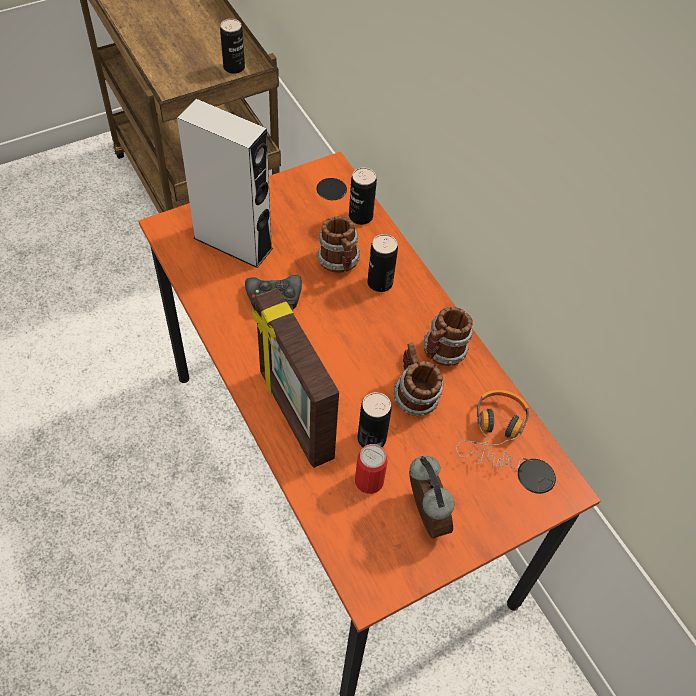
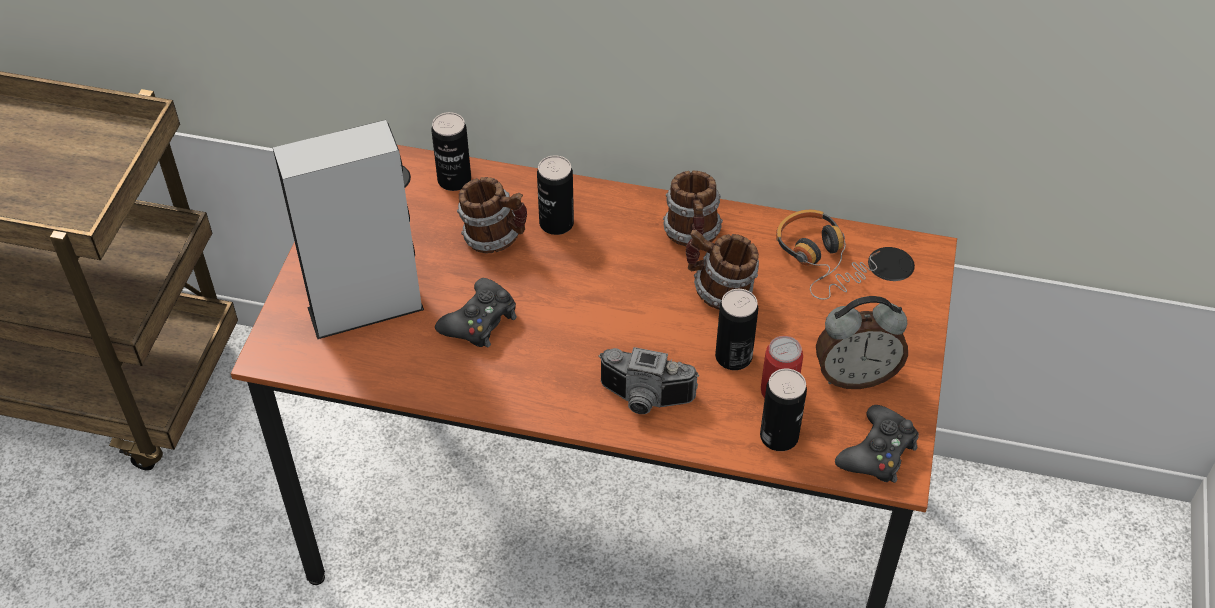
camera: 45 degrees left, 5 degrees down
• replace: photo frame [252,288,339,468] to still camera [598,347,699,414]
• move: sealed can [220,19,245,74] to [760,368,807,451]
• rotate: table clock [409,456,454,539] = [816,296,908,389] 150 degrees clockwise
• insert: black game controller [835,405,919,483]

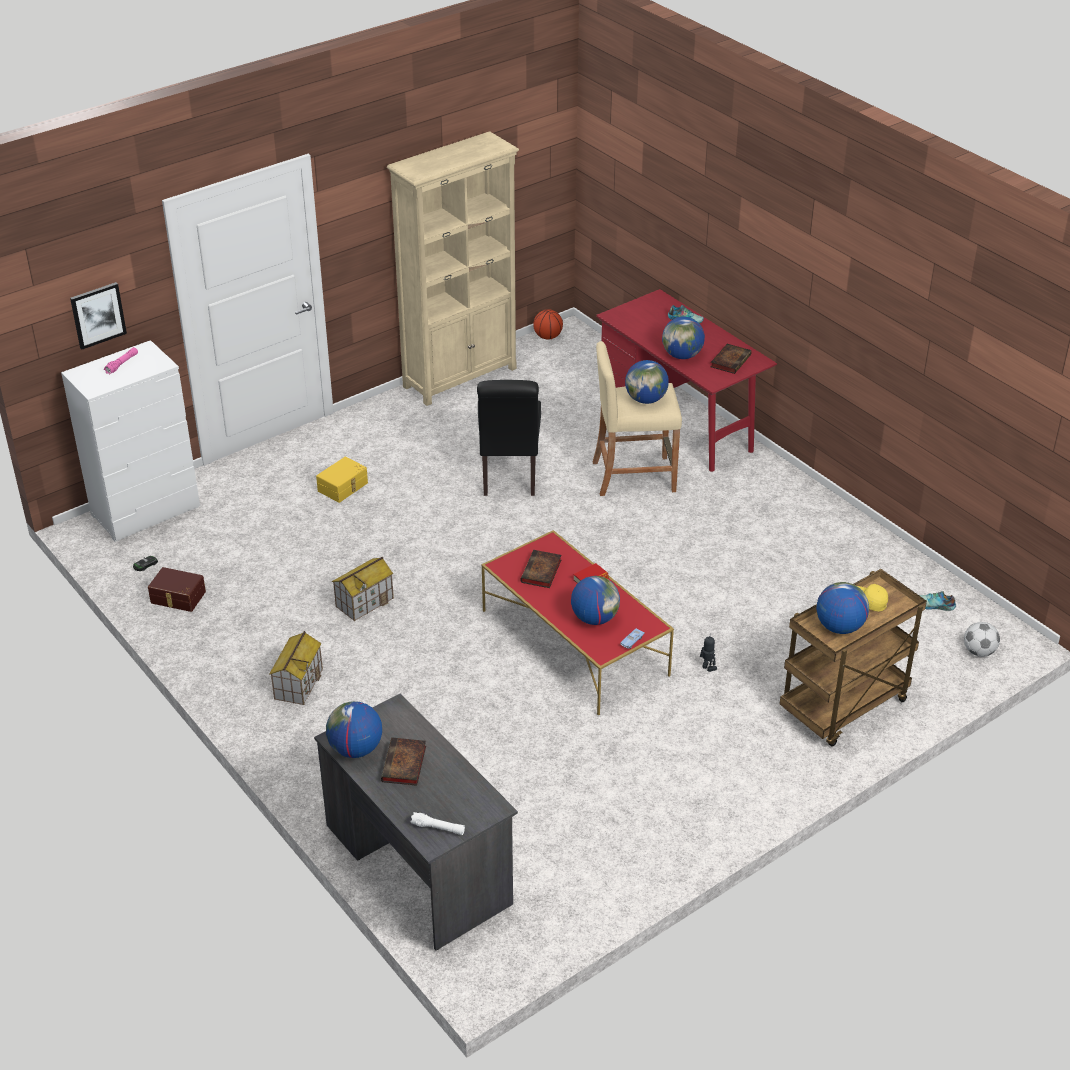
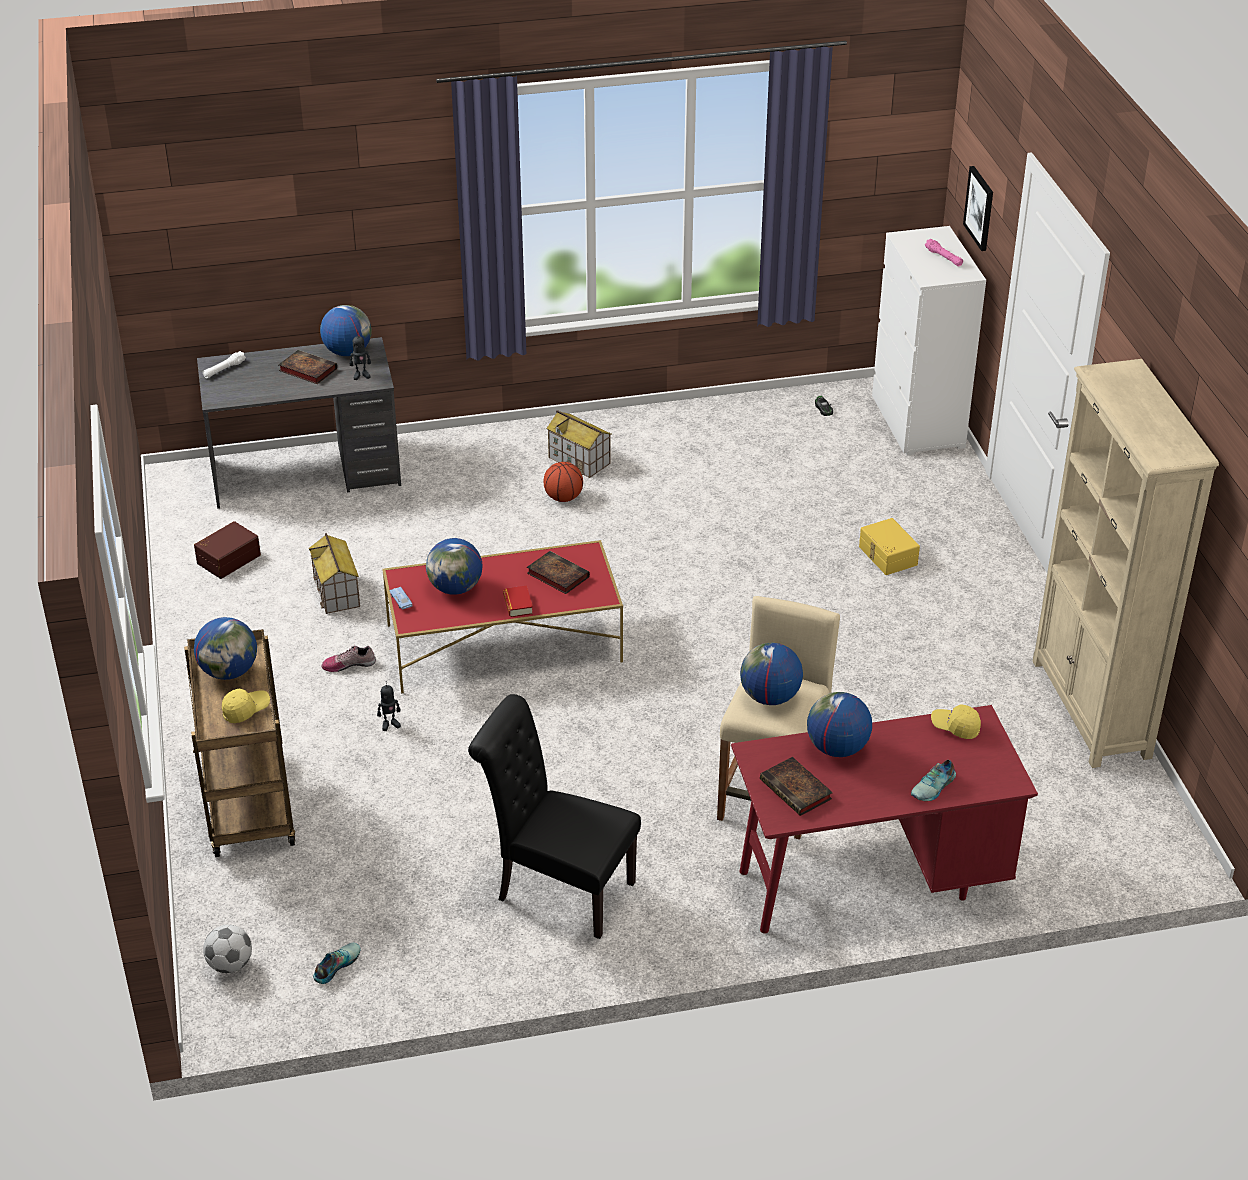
camera: 115 degrees right, 0 degrees up
• move: brown storage box [148,567,206,612] to [194,521,261,579]
• move: toy house [332,557,394,621] to [309,533,360,614]
• insert: item of footwear [322,645,376,672]
• insert: toy robot [350,331,371,380]
• move: black plain chair [477,380,541,496] to [468,694,641,939]
• move: basketball [533,309,563,340] to [544,462,583,502]
• insert: yellow-coloured peaked cap [931,705,981,739]

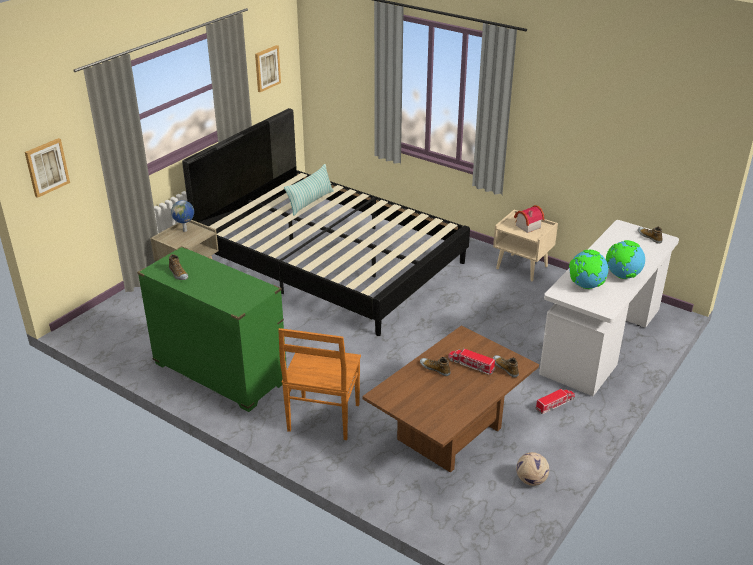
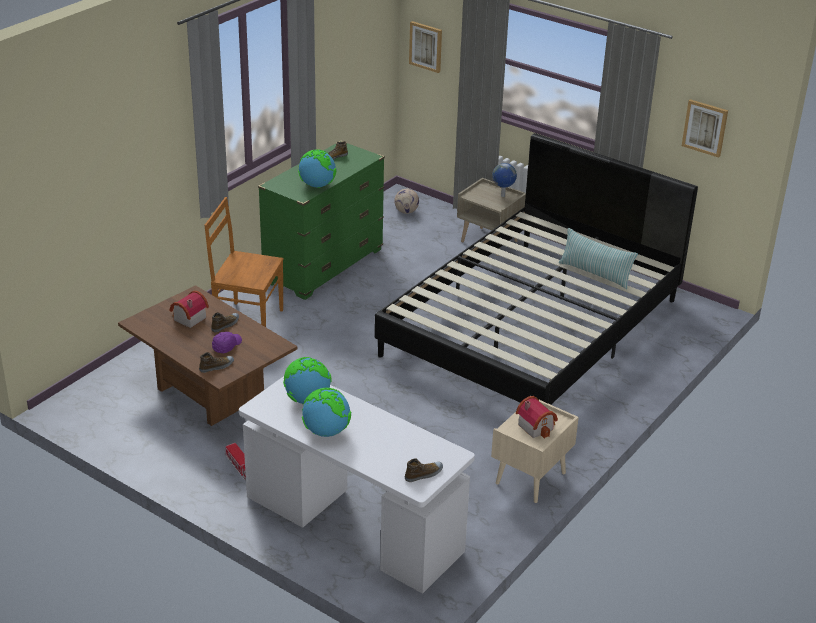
camera: 90 degrees right, 0 degrees up
• insert: toy house [170,290,209,328]
• replace: model truck [448,348,495,375] to purplish peaked cap [212,332,242,353]
• insert: desk globe [298,149,337,188]
• move: football [516,452,549,486] to [394,189,419,214]

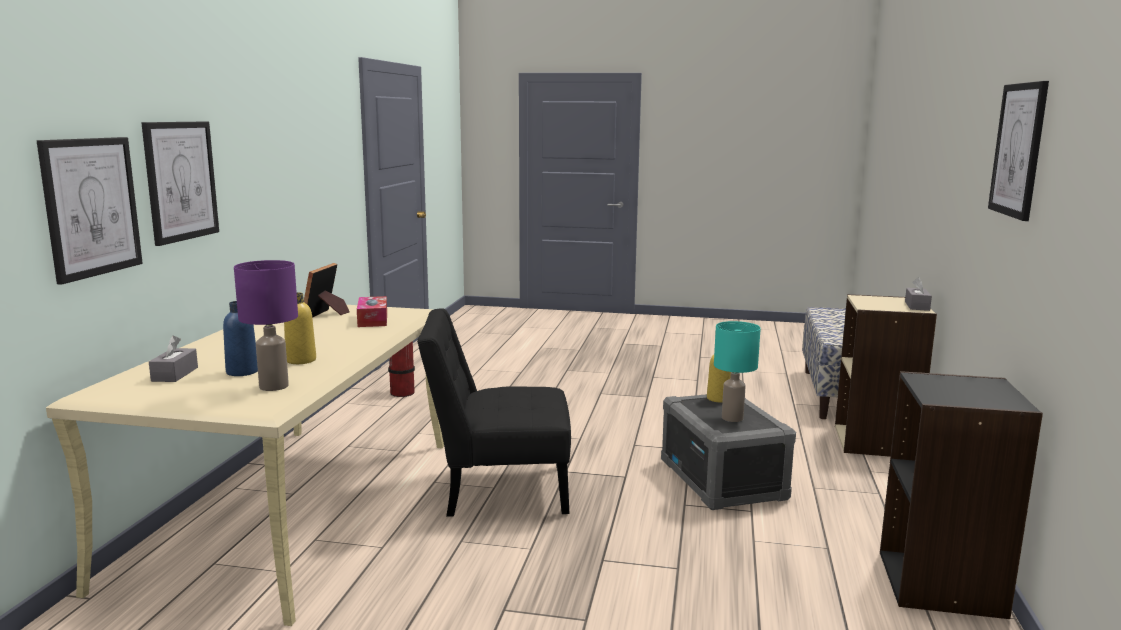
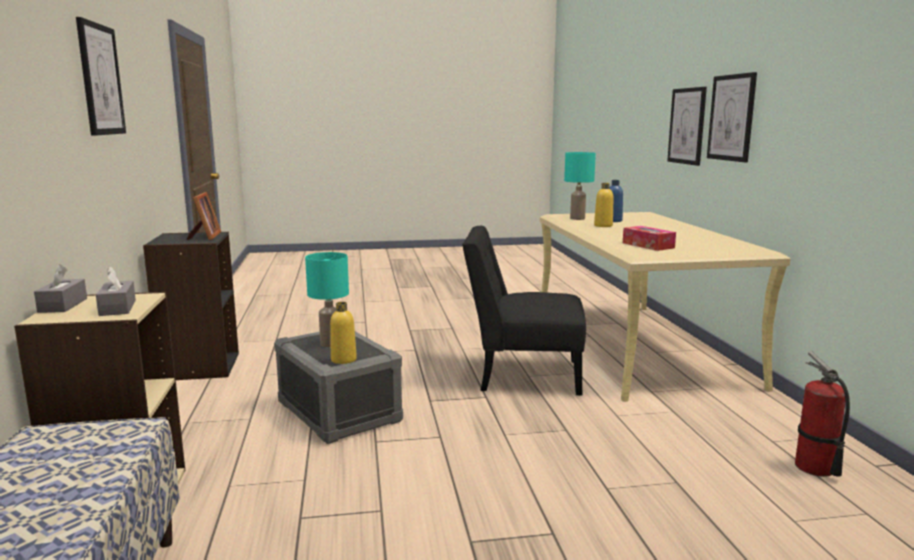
camera: 160 degrees right, 0 degrees up
• move: grey tissue box [149,335,198,382] to [96,267,136,316]
• move: photo frame [304,263,350,318] to [186,192,221,240]
• rotate: black plain chair [417,308,571,516] = [462,226,586,396] 150 degrees counterclockwise
• recolor: purplish lamp for a table [234,260,298,391] to blue-green lamp for a table [564,152,596,220]

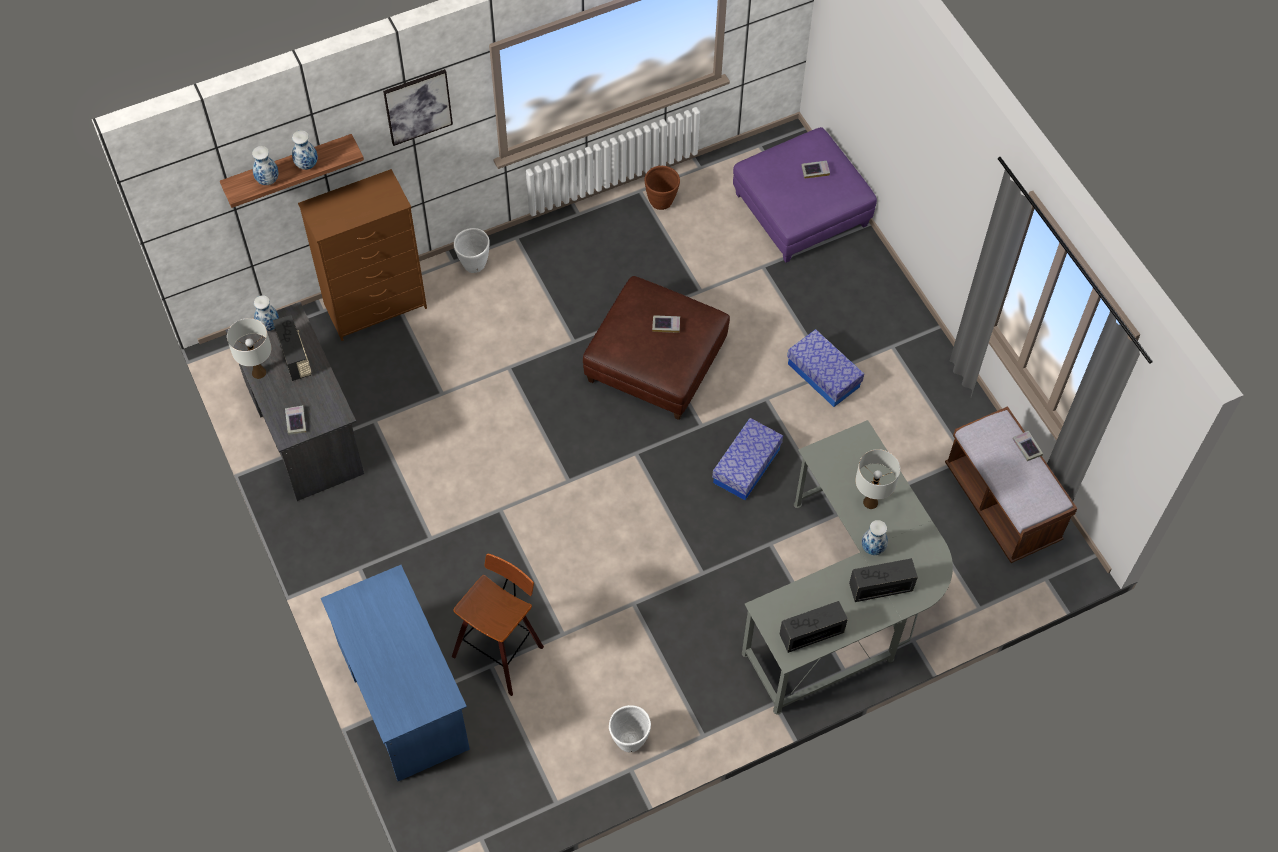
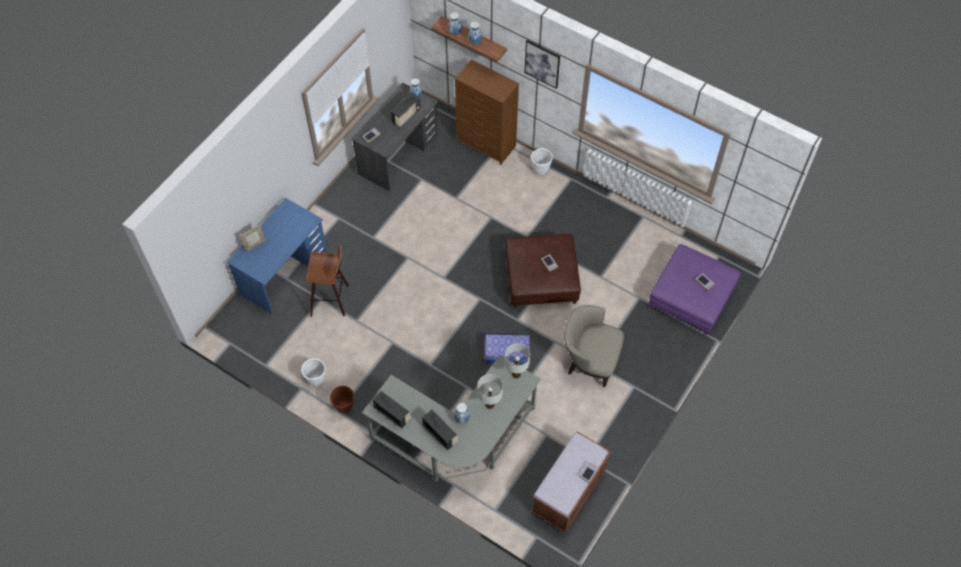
camera: 60 degrees right, 0 degrees up
• insert: photo frame [240,225,266,252]
• move: brown planter [645,166,680,210] to [330,386,355,413]
• move: white-coloured lamp for a table [227,318,271,379] to [505,343,530,378]
• replace: storage box [787,329,864,407] to beige lounge chair [564,305,624,387]

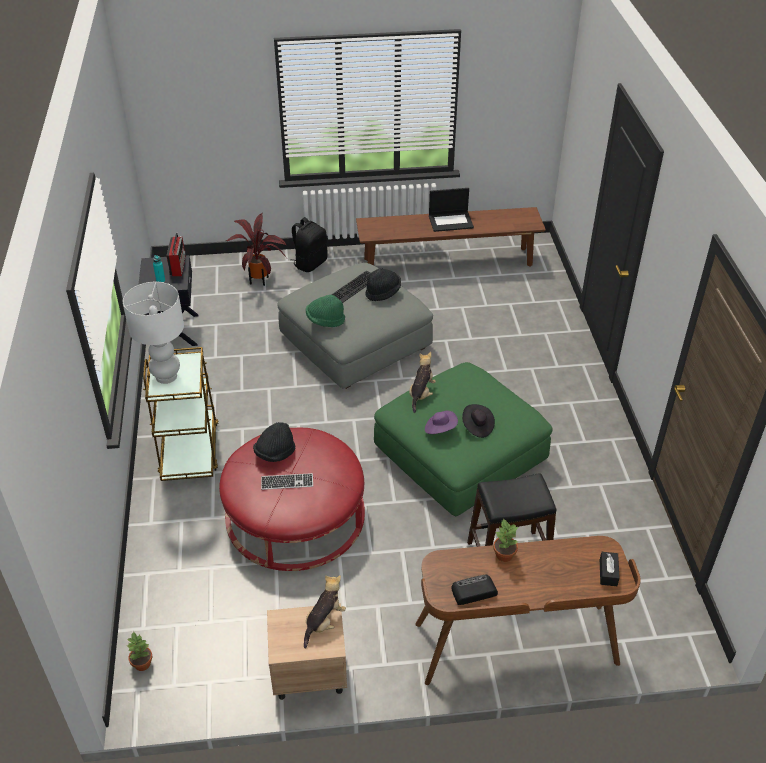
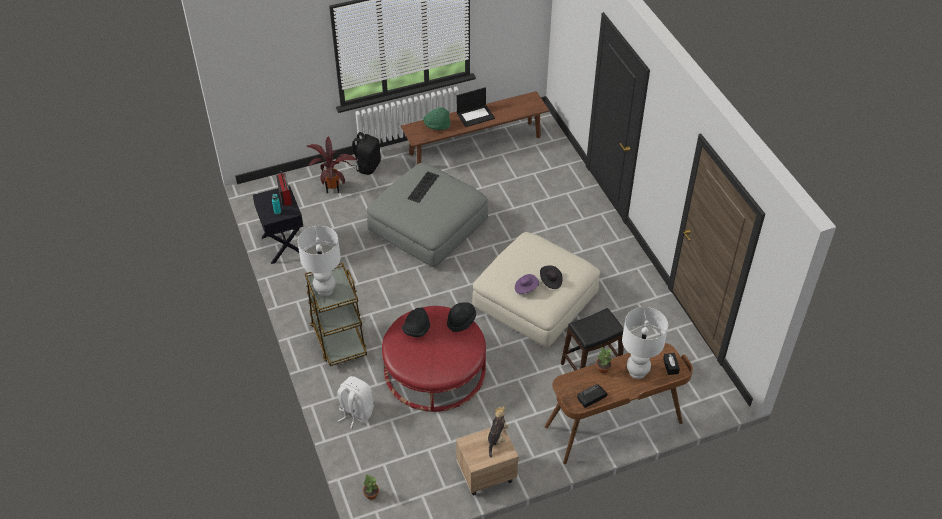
camera: 15 degrees left, 5 degrees up
• insert: white-coloured backpack [337,376,374,428]
• move: greenish clothing hat [306,295,345,327] to [423,107,451,130]
• move: black clothing hat [365,268,401,301] to [447,302,476,332]
• recolor: greenish pouffe [374,362,553,516] to beige pouffe [472,232,600,347]
• insert: white-coloured lamp for a table [622,307,668,379]
• delete: PC keyboard [261,473,313,490]
• delete: soft toy [409,352,436,413]

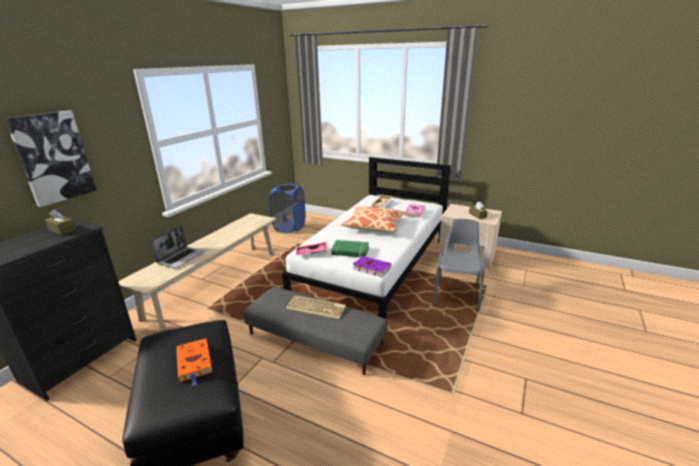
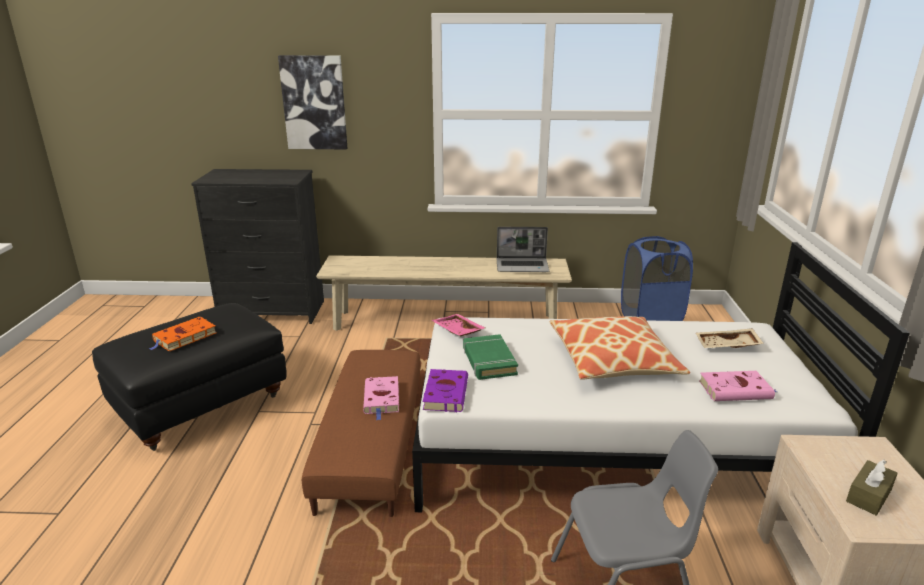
camera: 65 degrees right, 0 degrees up
• recolor: grey pouffe [244,287,388,375] to brown pouffe [302,350,420,517]
• replace: PC keyboard [286,296,346,319] to pinkish book [363,376,399,420]
• move: laptop [151,225,205,268] to [497,227,549,272]
• delete: brown tissue box [45,209,77,235]

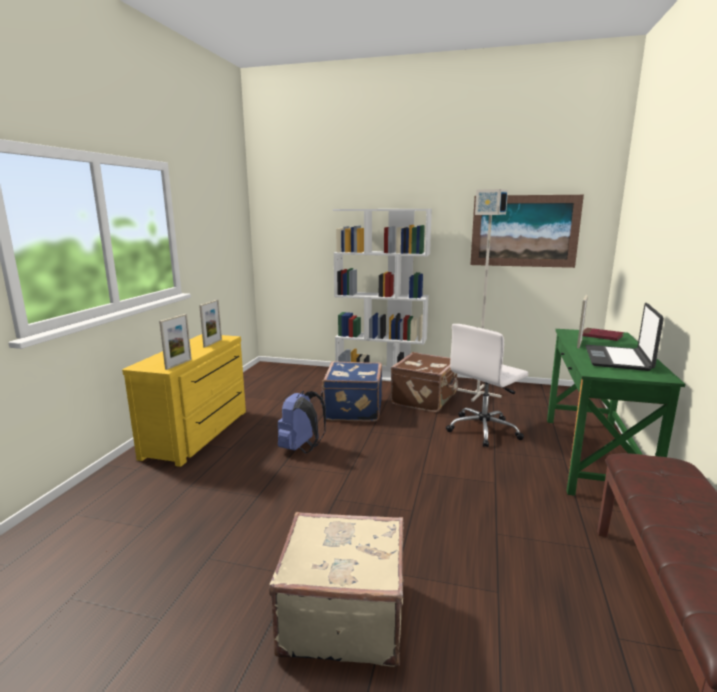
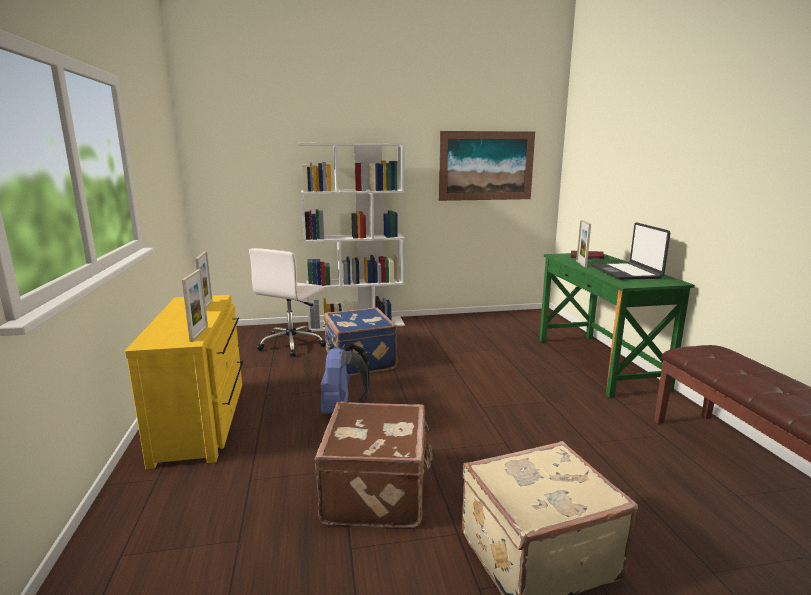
camera: 25 degrees left, 0 degrees up
• move: white-coloured computer chair [446,324,528,447] to [249,248,326,357]
• move: brown piece of luggage [391,352,458,412] to [314,401,433,528]
• delete: grey standard lamp [457,189,508,402]

